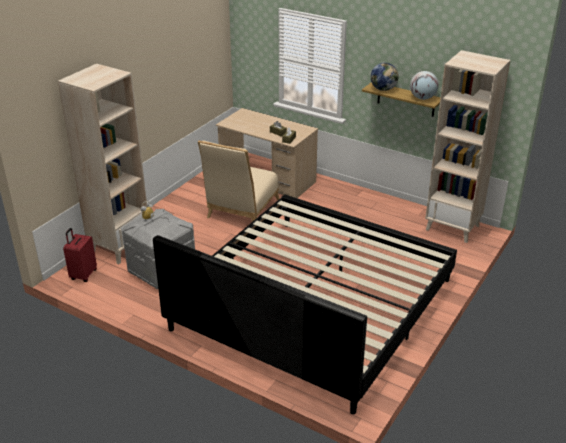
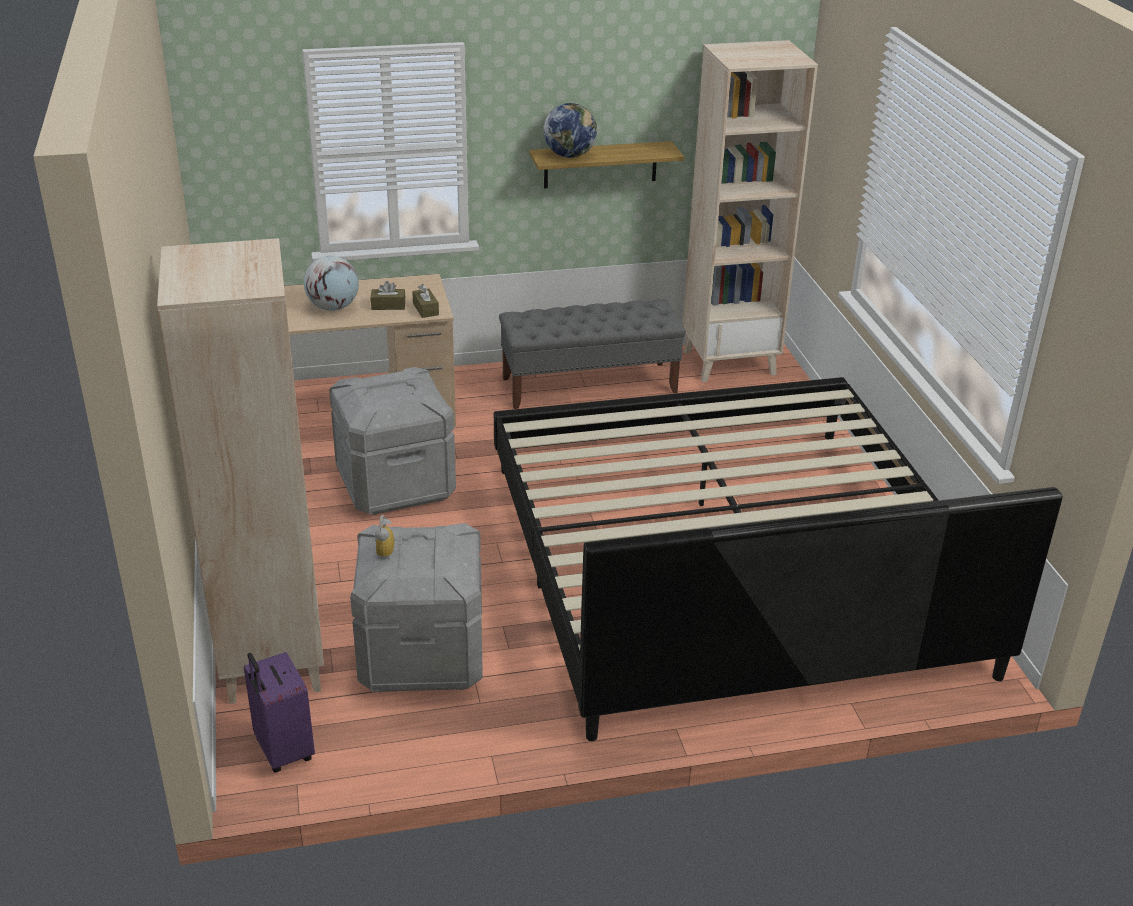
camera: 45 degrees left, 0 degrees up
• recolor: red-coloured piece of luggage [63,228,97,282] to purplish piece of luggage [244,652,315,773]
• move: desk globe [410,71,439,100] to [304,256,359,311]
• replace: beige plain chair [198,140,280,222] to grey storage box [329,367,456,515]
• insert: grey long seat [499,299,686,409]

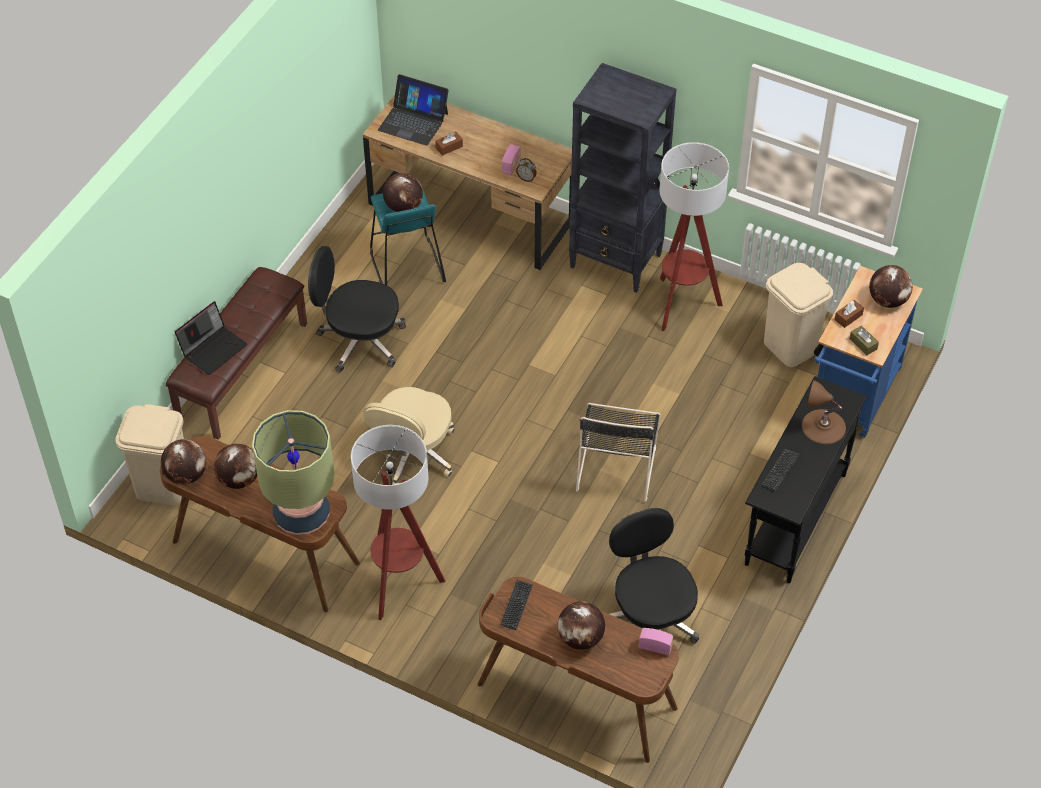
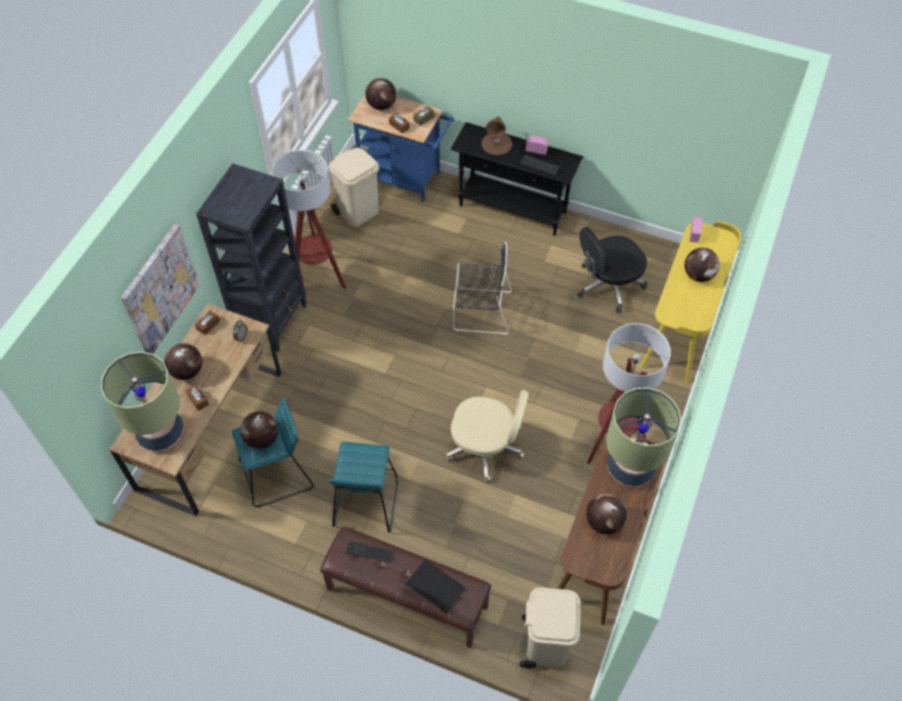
camera: 95 degrees left, 5 degrees up
• replace: laptop [378,74,449,146] to lamp for a table [101,352,184,452]
• insert: wall art [121,224,200,354]
• move: desk globe [161,439,206,485] to [164,343,202,380]
• insert: brown tissue box [195,311,220,335]
• replace: black computer chair [308,246,406,372] to blue-green stool [328,442,398,533]
• move: PC keyboard [500,580,533,630] to [345,541,394,562]
• move: radio set [502,144,521,175] to [525,136,548,155]
• recolor: brown desk table [478,577,679,763] to yellow-coloured desk table [640,221,741,384]

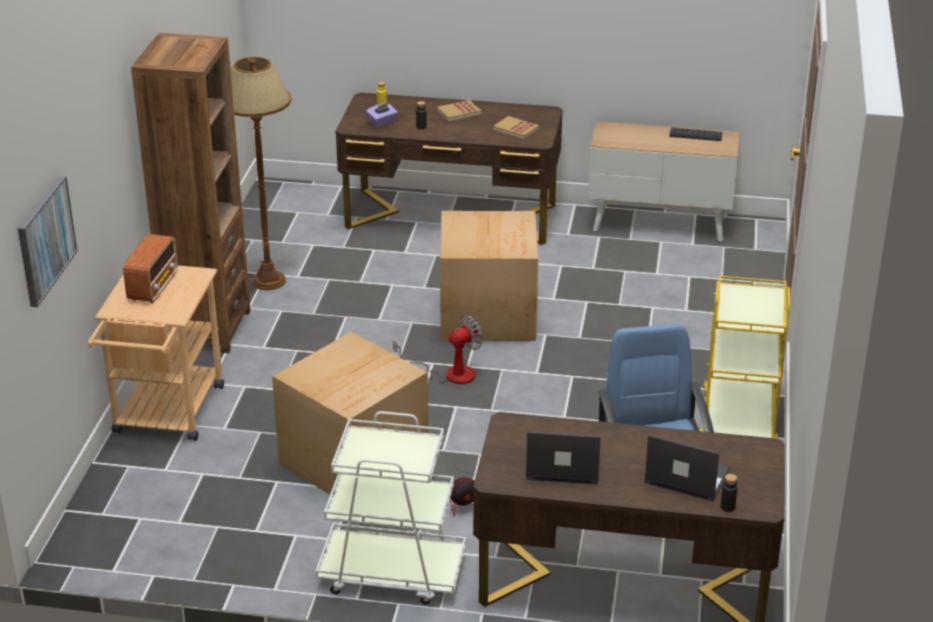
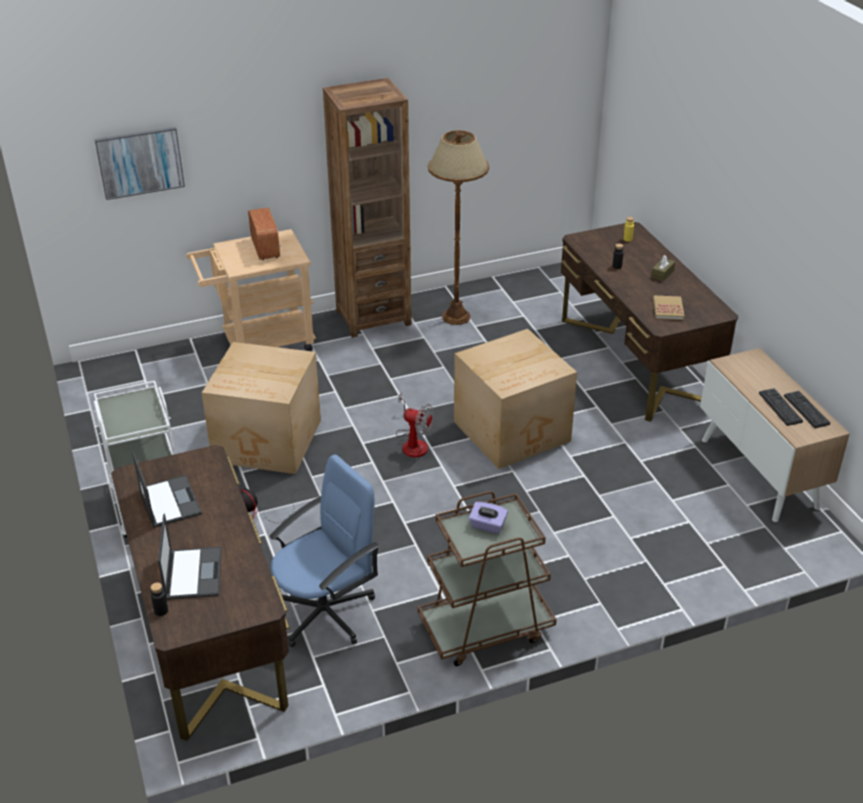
camera: 60 degrees right, 5 degrees up
• rotate: radio set [123,234,178,303] = [248,208,280,260] 90 degrees counterclockwise
• recolor: yellow-coloured wheeled cart [700,276,791,439] to brown wheeled cart [418,491,557,666]
• move: purplish tissue box [366,103,398,128] to [469,502,508,534]
• replace: book [437,100,481,122] to brown tissue box [651,255,675,282]
• insert: PC keyboard [759,388,803,426]

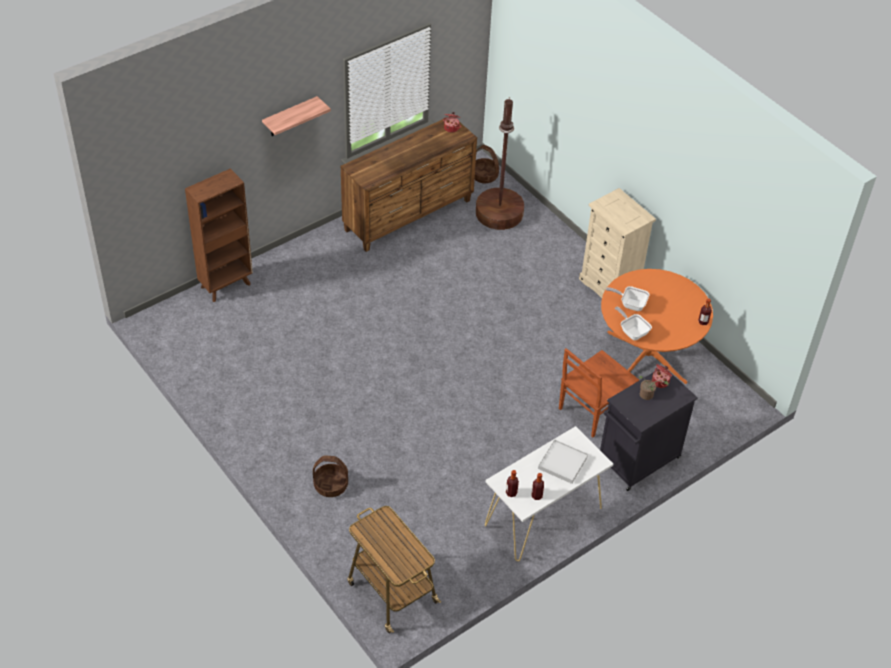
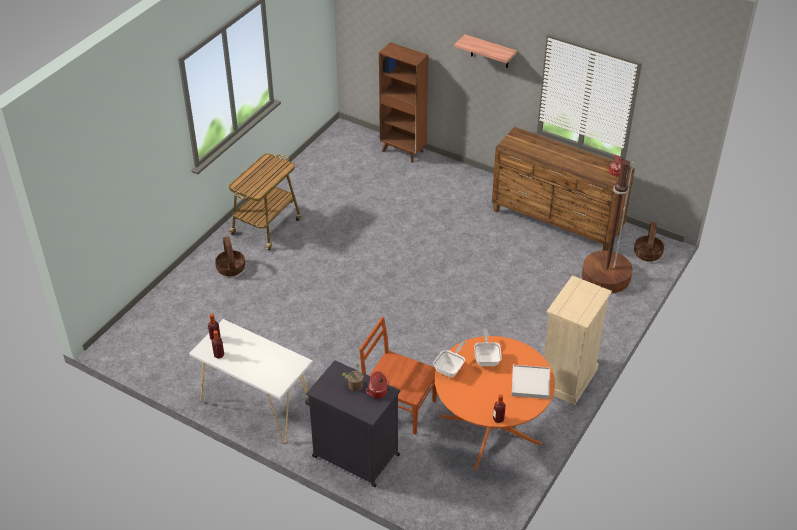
camera: 70 degrees right, 5 degrees down
• move: wheeled cart [347,506,441,633] to [228,153,301,250]
• move: white-coloured carrying tray [538,439,588,484] to [512,365,550,399]

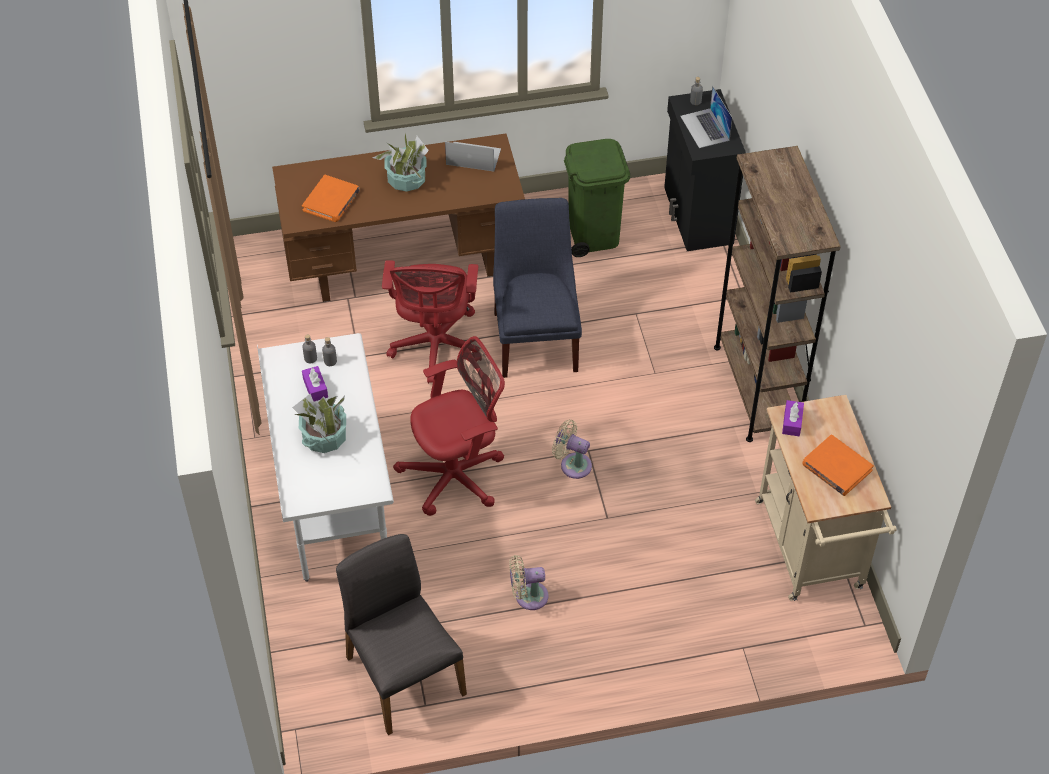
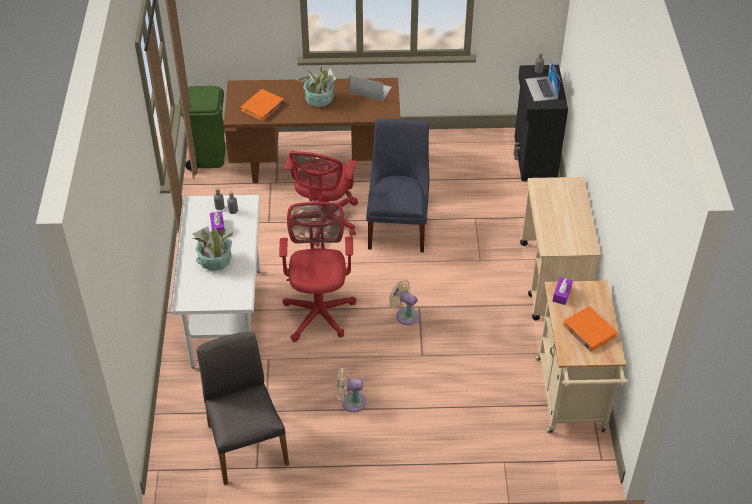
camera: 10 degrees right, 5 degrees down
• move: greenish waste bin [564,139,630,257] to [179,86,225,171]
• rotate: red-coloured computer chair [393,336,505,516] = [279,202,356,342] 75 degrees counterclockwise
• replace: brown bookcase [714,146,841,442] to beige wheeled cart [520,177,601,320]

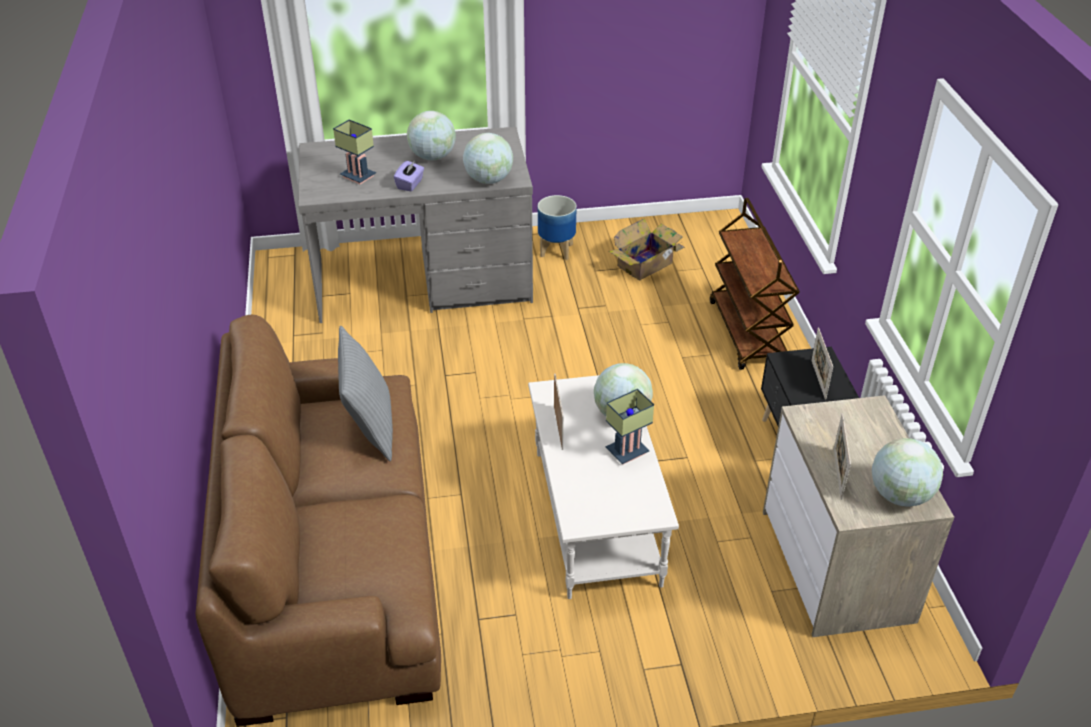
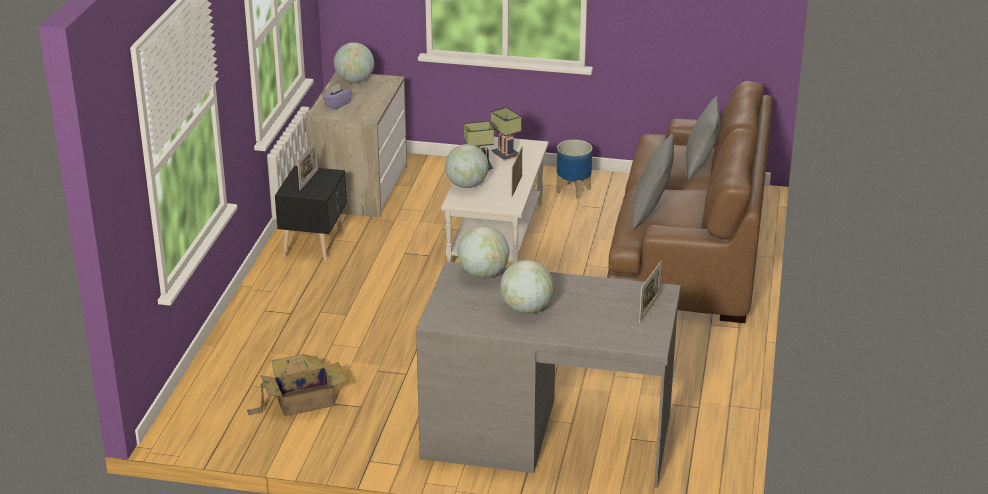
camera: 160 degrees left, 10 degrees down
• move: purplish tissue box [394,161,424,191] to [323,84,352,109]
• move: lamp for a table [333,120,376,184] to [491,107,521,161]
• move: planter [538,195,577,260] to [556,140,592,199]
• move: photo frame [833,414,851,500] to [639,260,662,323]
• insert: grey pillow [686,96,720,180]
• delete: brown wheeled cart [710,198,800,370]

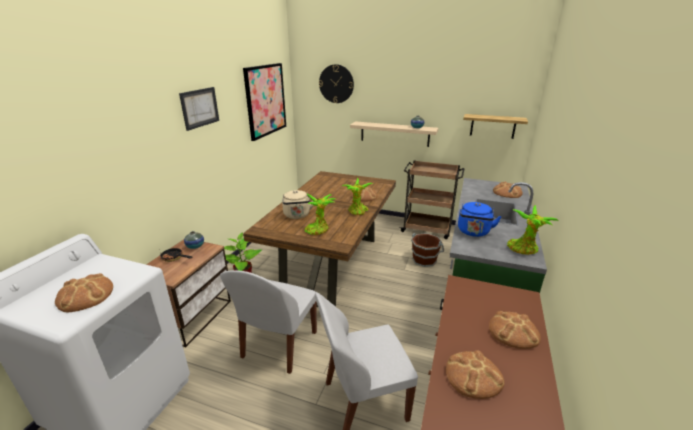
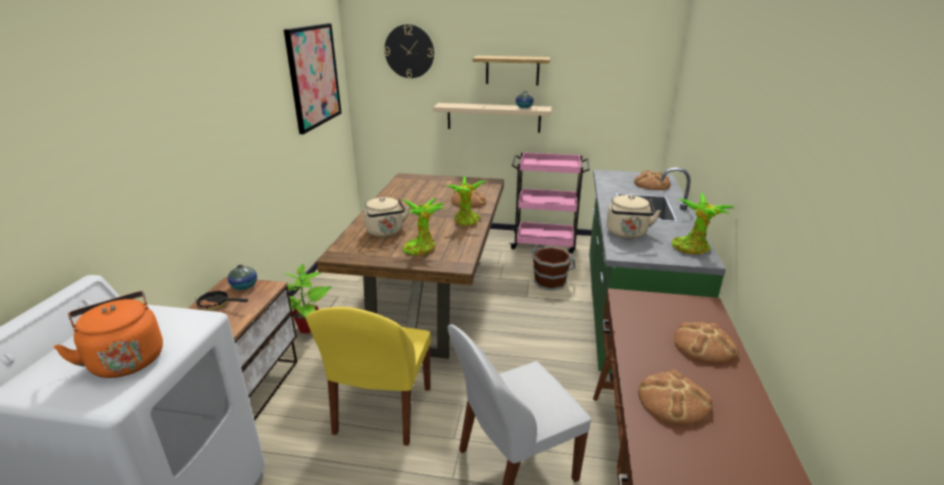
camera: 10 degrees left, 0 degrees up
• replace: bread [55,273,113,312] to orangey kettle [53,291,163,378]
• recolor: white-coloured plain chair [220,270,317,374] to yellow-coloured plain chair [306,307,431,446]
• move: bracket shelf [463,114,528,139] to [472,56,551,85]
• recolor: brown wheeled cart [399,160,464,239] to pinkish wheeled cart [509,152,590,254]
• recolor: blue kettle [458,202,502,237] to beige kettle [606,195,661,239]
• delete: wall art [179,87,219,131]

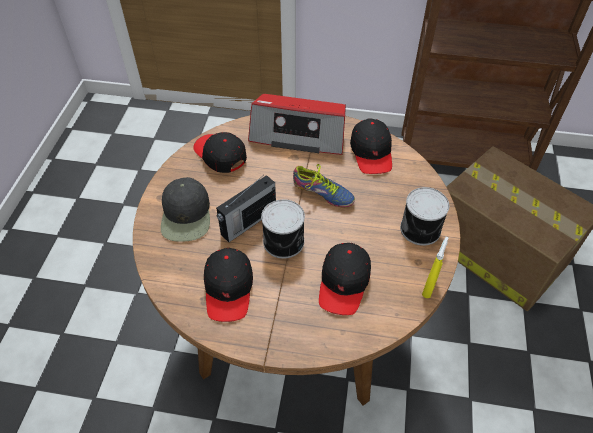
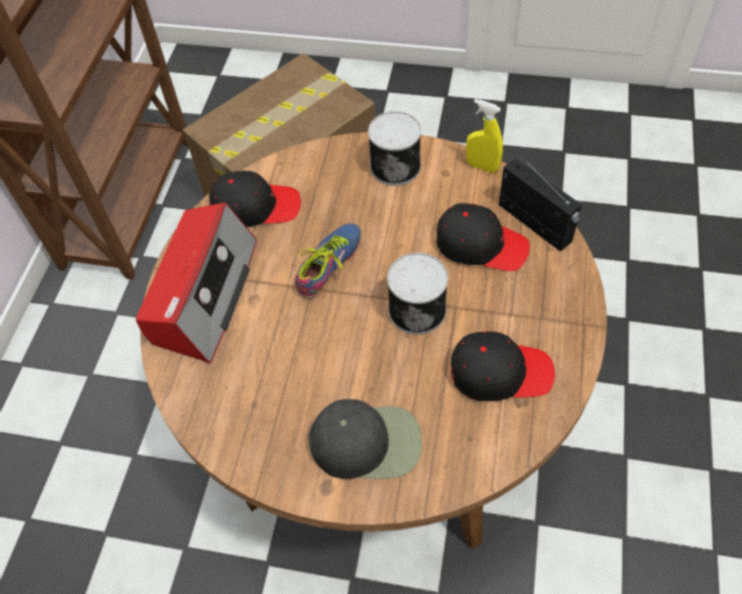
camera: 85 degrees left, 5 degrees up
• move: radio set [216,175,276,242] to [499,156,582,252]
• delete: black peaked cap [193,132,247,173]

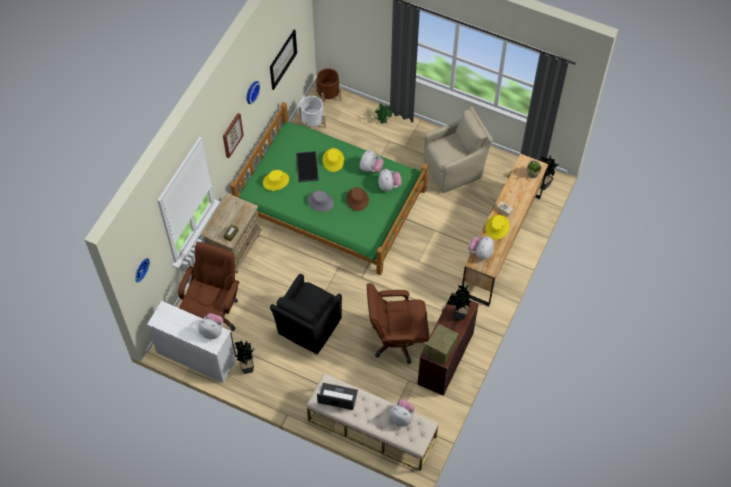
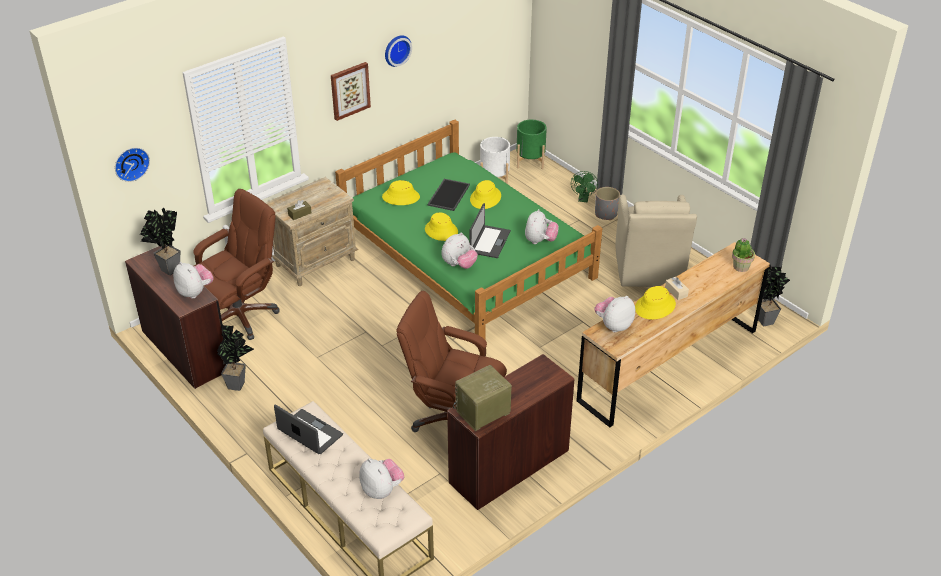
camera: 25 degrees right, 20 degrees down
• recolor: white-coloured desk table [147,301,236,383] to brown desk table [125,246,226,389]
• move: houseplant [447,284,471,320] to [140,208,180,275]
• recolor: grey clothing hat [308,190,334,212] to yellow-coloured clothing hat [425,213,458,241]
• move: soft toy [360,150,384,172] to [441,233,478,269]
• replace: brown clothing hat [346,187,369,211] to laptop [470,203,511,258]
• recolor: brown planter [315,68,341,106] to greenish planter [517,120,547,169]
• insert: grey planter [595,187,620,220]
• rotate: beige lounge chair [424,106,493,193] = [616,194,697,287] 90 degrees clockwise
• delete: wall art [270,30,297,90]
• delete: black lounge chair [270,274,342,354]

